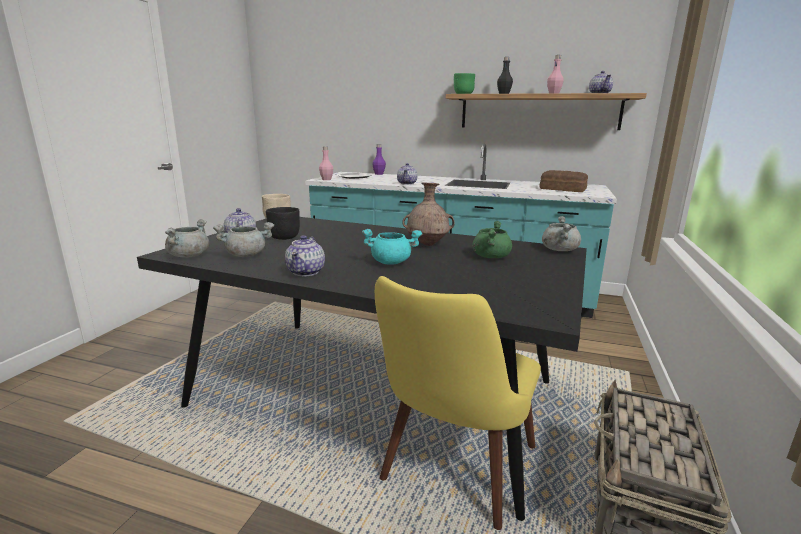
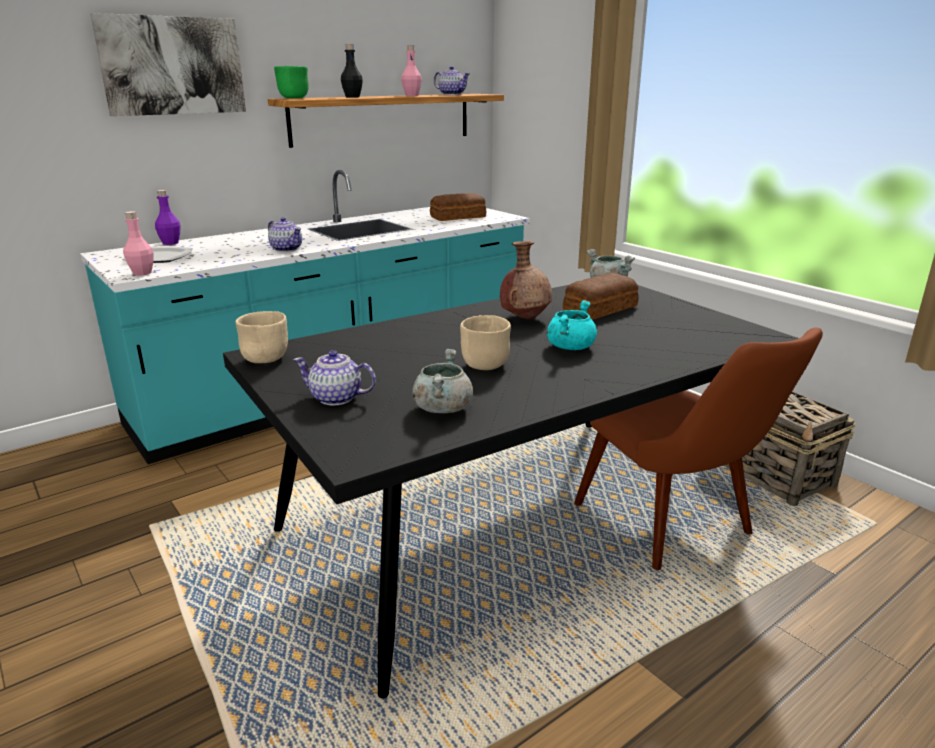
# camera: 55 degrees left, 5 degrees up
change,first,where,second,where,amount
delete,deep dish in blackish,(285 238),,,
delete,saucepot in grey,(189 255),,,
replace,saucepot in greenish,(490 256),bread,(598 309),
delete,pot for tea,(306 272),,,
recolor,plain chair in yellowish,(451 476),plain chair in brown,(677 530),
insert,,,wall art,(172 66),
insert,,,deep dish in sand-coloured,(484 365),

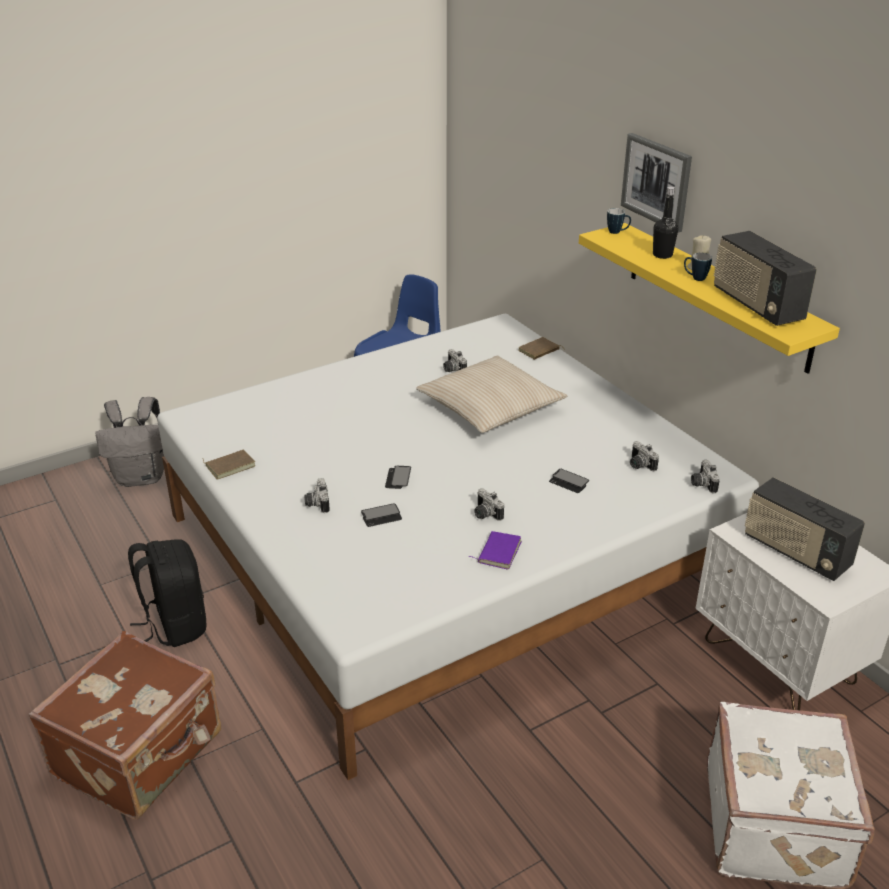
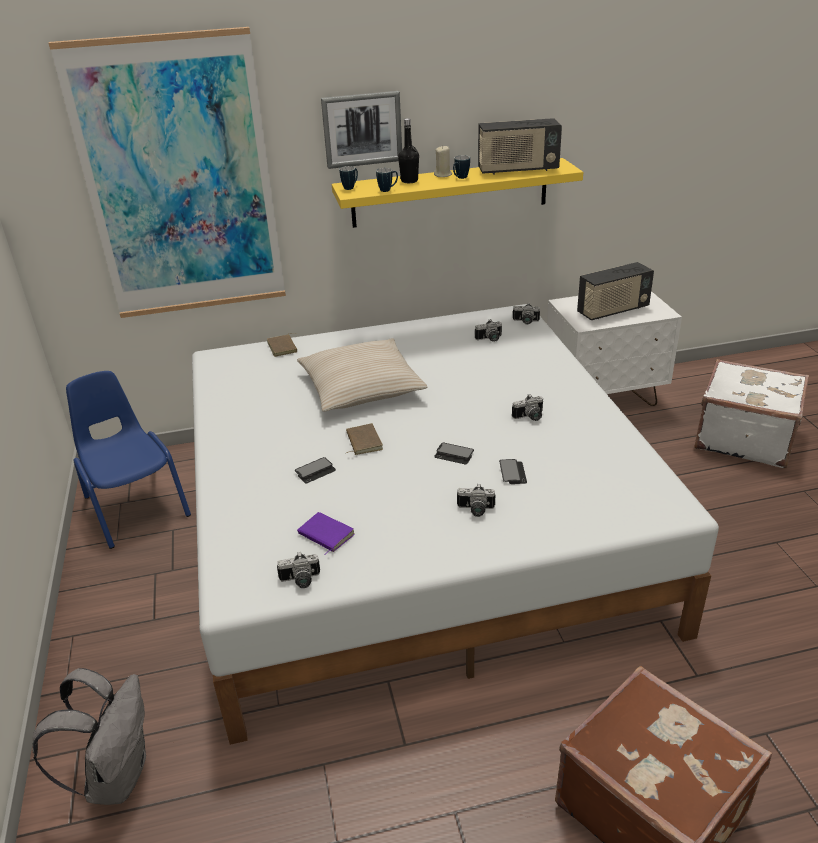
# camera: 70 degrees left, 0 degrees up
change,first,where,second,where,amount
move,photo camera,(452 369),,(300 581),
move,volume in brown,(230 465),,(362 441),
move,handset,(569 482),,(315 471),
move,volume in purple,(498 552),,(325 535),
delete,knapsack in blackish,(174 625),,,
insert,,,wall art,(180 181),
insert,,,coffee mug,(388 190),

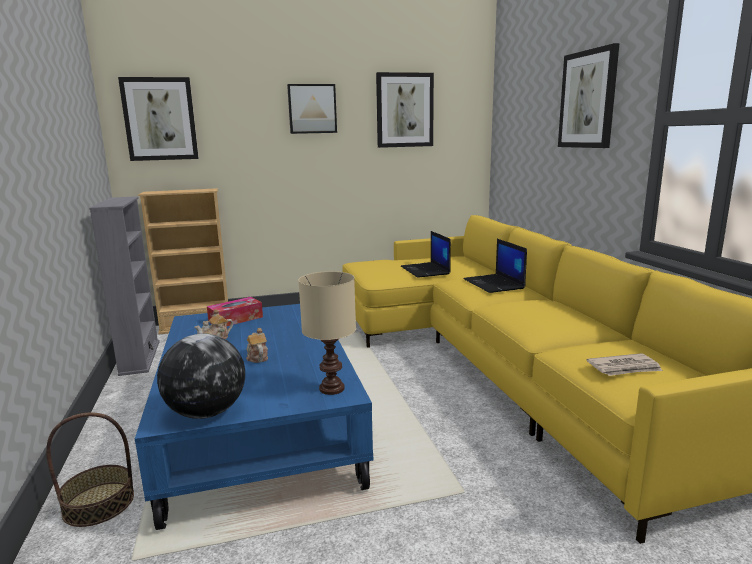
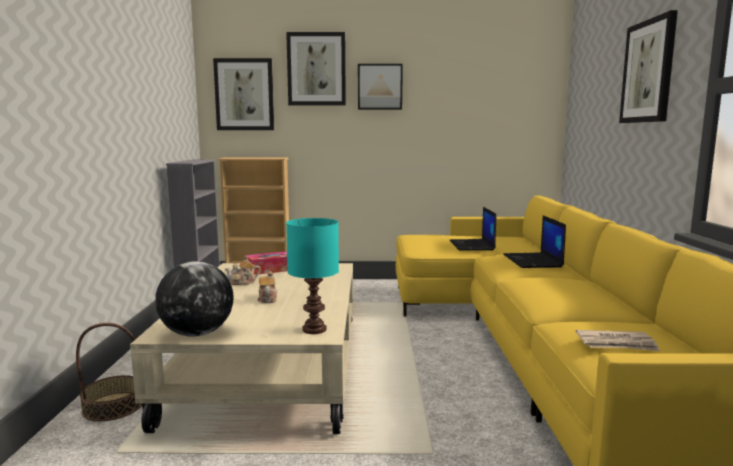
# camera: 15 degrees right, 5 degrees down
change,first,where,second,where,amount
move,wall art,(404 110),,(316 69),
recolor,lamp for a table in sand-coloured,(332 389),lamp for a table in turquoise-coloured,(314 330),
recolor,low table in bluish,(261 427),low table in sand-coloured,(272 369),

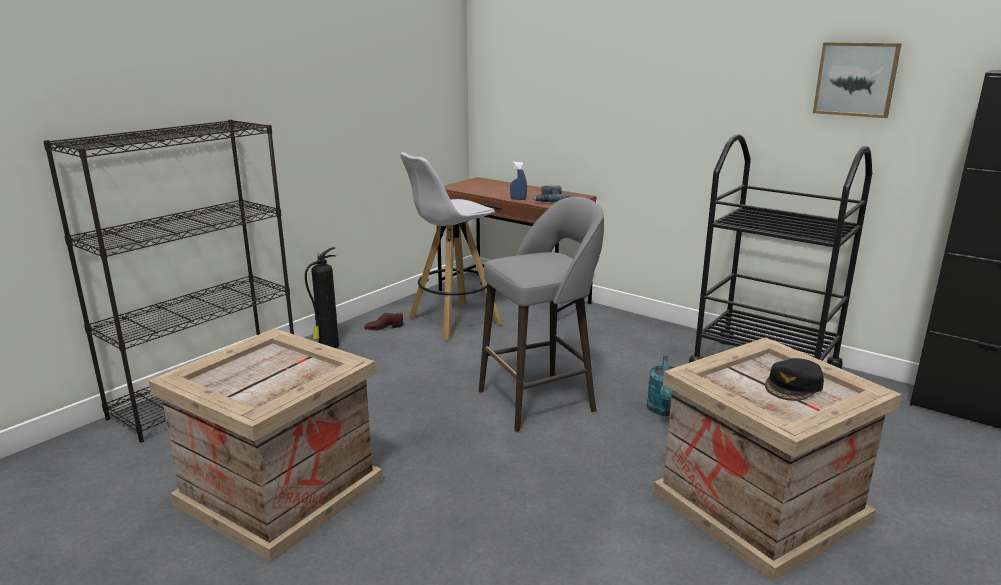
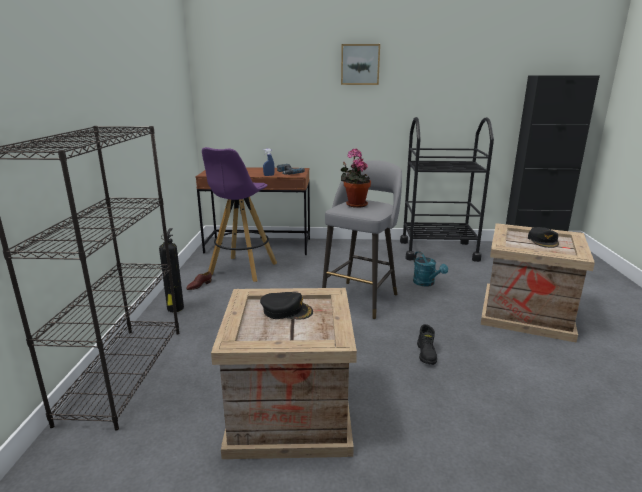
# camera: 35 degrees left, 0 degrees up
change,first,where,second,where,amount
move,wall art,(856 79),,(360 64),
recolor,sitting stool in white-coloured,(453 322),sitting stool in purple,(242 269),
insert,,,plant in a pot,(355 204),
insert,,,cap in blackish,(286 311),
insert,,,tall boot in blackish,(427 354),

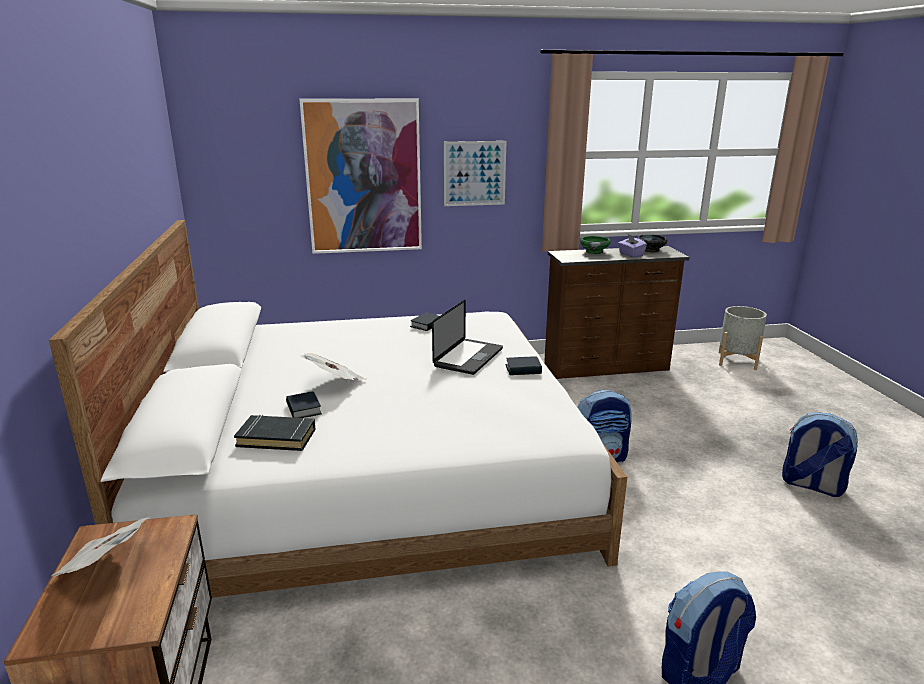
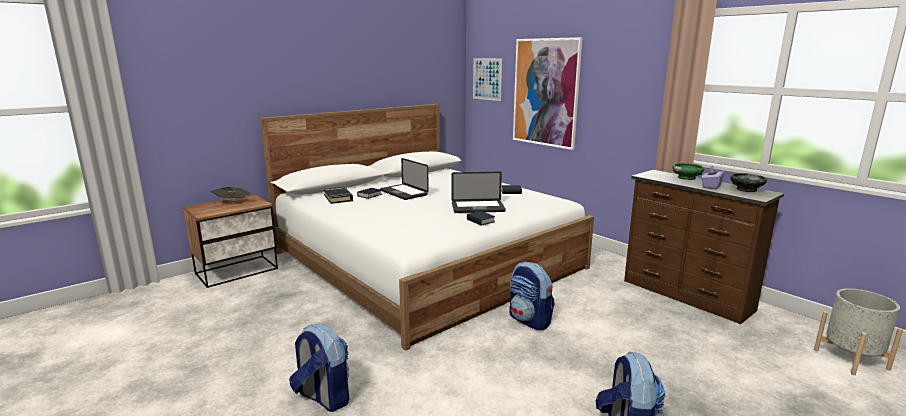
# camera: 60 degrees right, 5 degrees down
change,first,where,second,where,amount
move,wall art,(474 173),,(487 79),
replace,newspaper,(335 382),notebook computer,(403 193),

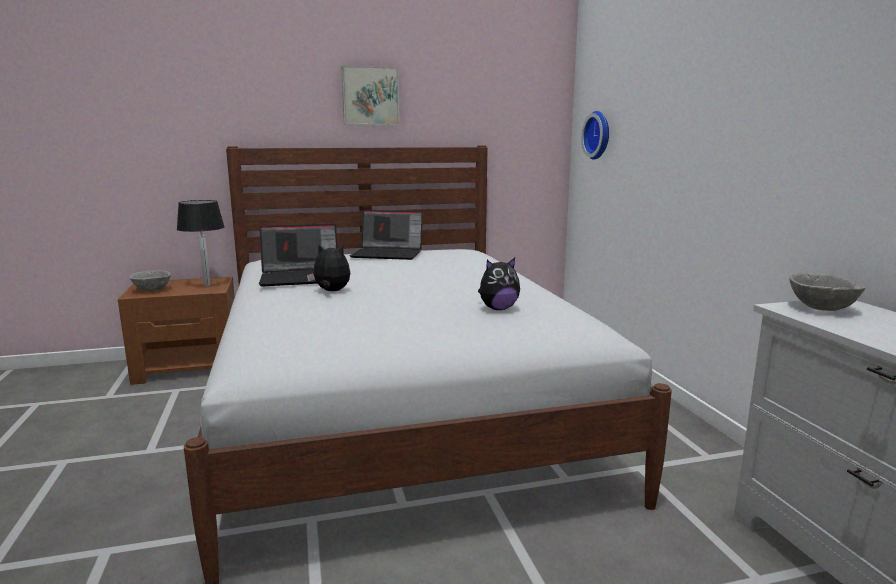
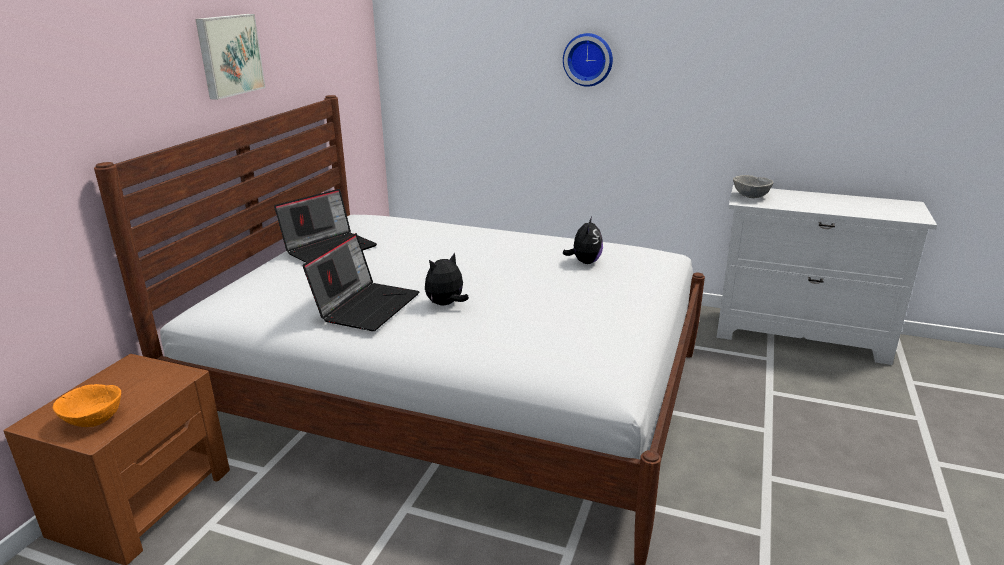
# camera: 55 degrees left, 10 degrees up
change,first,where,second,where,amount
move,clock on the wall,(599 135),,(588 59),
delete,lamp for a table,(207 285),,,
recolor,deep dish in grey,(152 290),deep dish in orangey,(93 421),

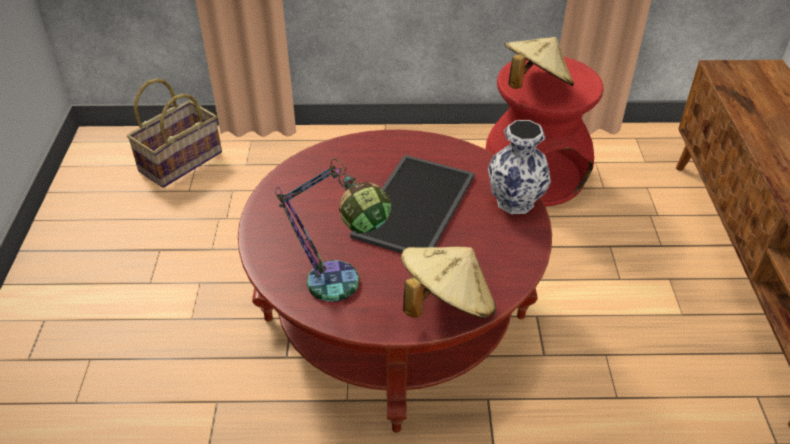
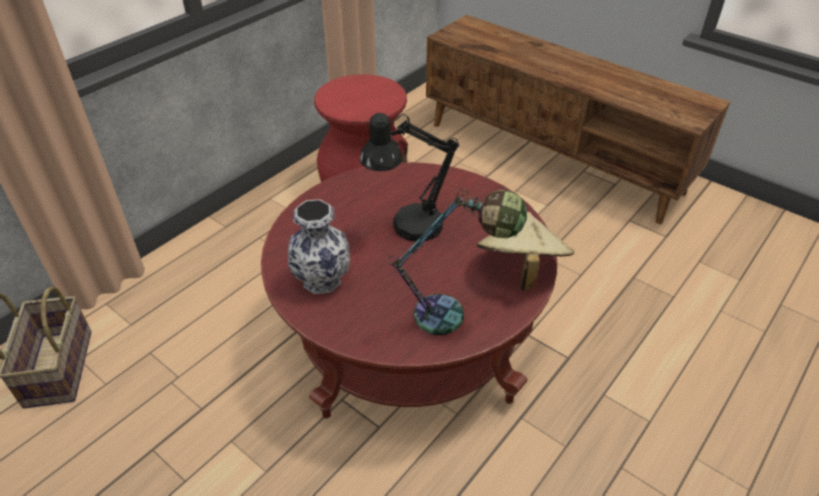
# camera: 50 degrees left, 0 degrees up
change,first,where,second,where,amount
delete,wearable hat in sand-coloured,(535 86),,,
move,vase,(514 202),,(321 281),
replace,tray,(416 207),lamp for a table in blackish,(408 228),

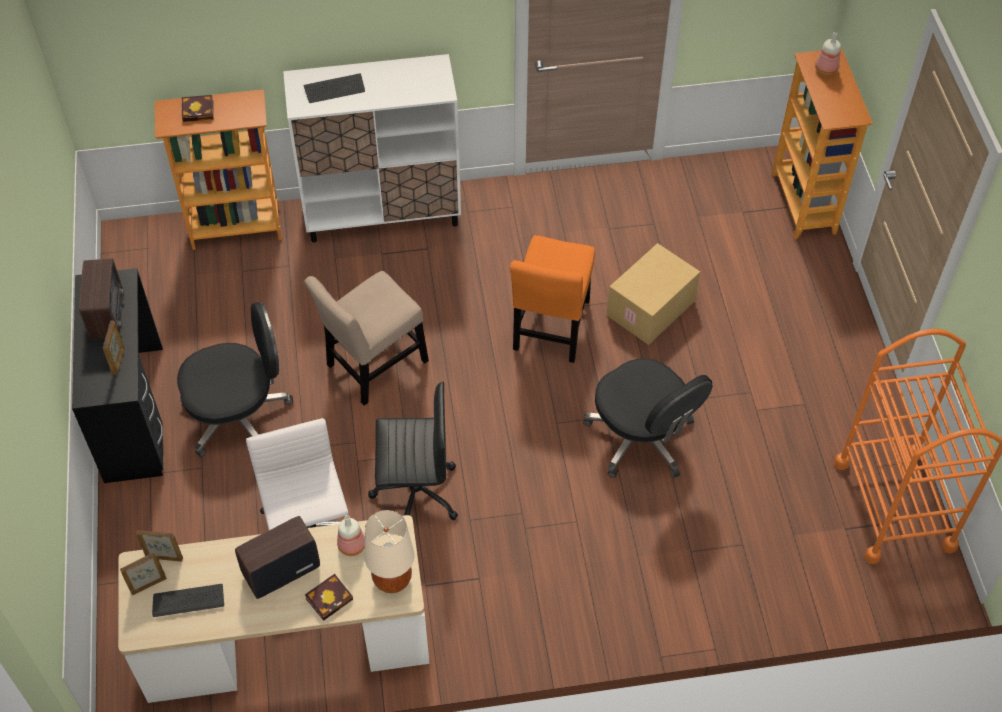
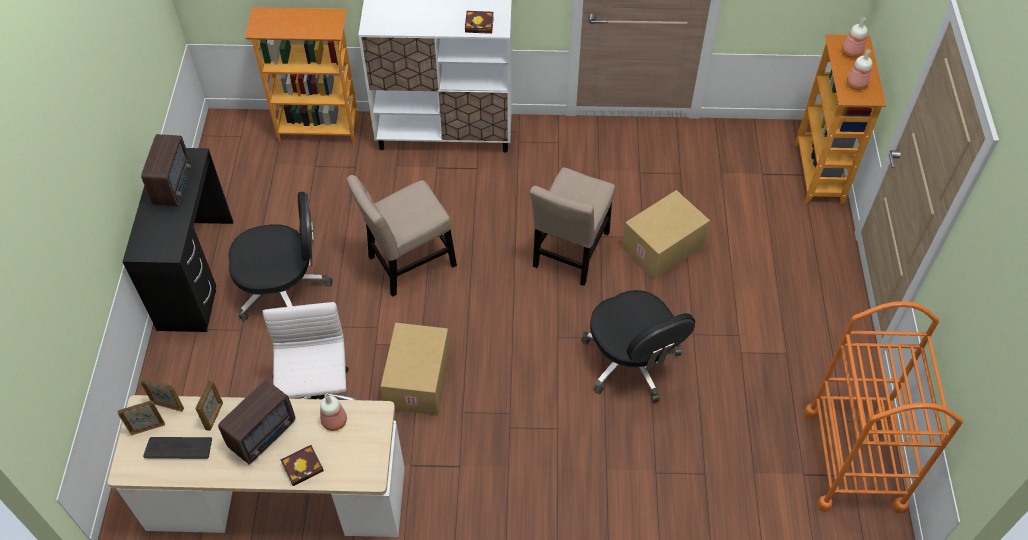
# camera: 10 degrees right, 0 degrees up
change,first,where,second,where,amount
delete,keyboard,(334 89),,,
move,volume,(200 111),,(480 25),
recolor,plain chair in orangey,(551 329),plain chair in sand-coloured,(570 253),
move,photo frame,(118 361),,(214 416),
replace,office chair in blackish,(415 493),packing box,(419 381),
delete,lamp for a table in sand-coloured,(392 580),,,
rotate,radio,(279 571),,(265 434),150 degrees clockwise
insert,,,beverage bottle,(856 83),

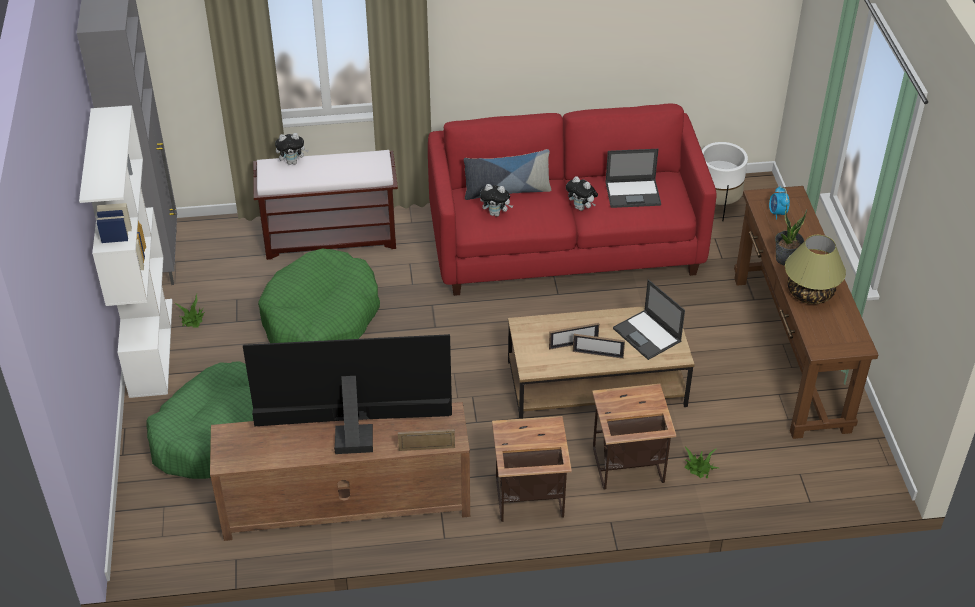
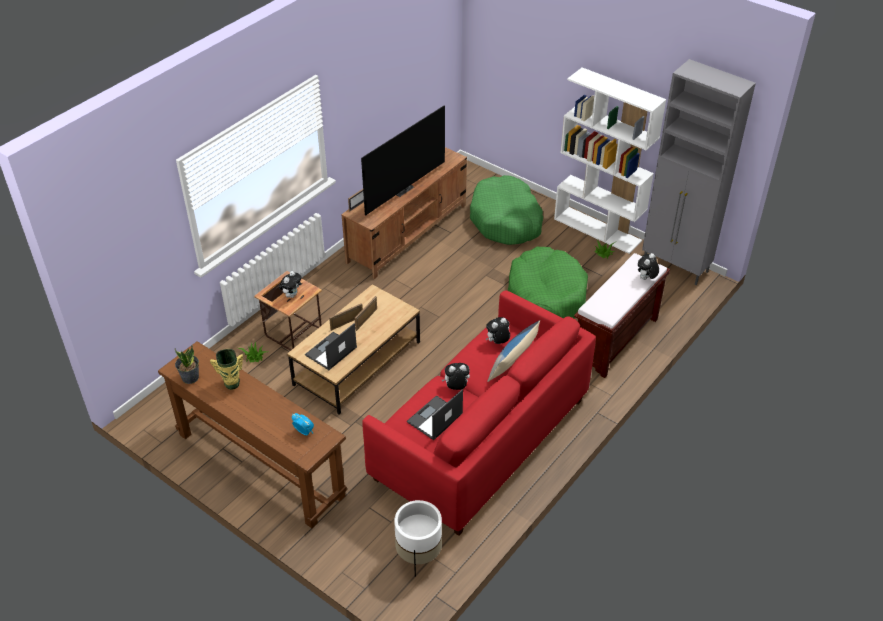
# camera: 135 degrees right, 0 degrees up
change,first,where,second,where,amount
move,plant in a pot,(786 259),,(190 377),
replace,lamp for a table,(809 293),vase,(231 383),
rotate,notebook computer,(647 335),,(330 351),60 degrees counterclockwise
delete,accent table,(527 499),,,
insert,,,plush toy,(292 295),

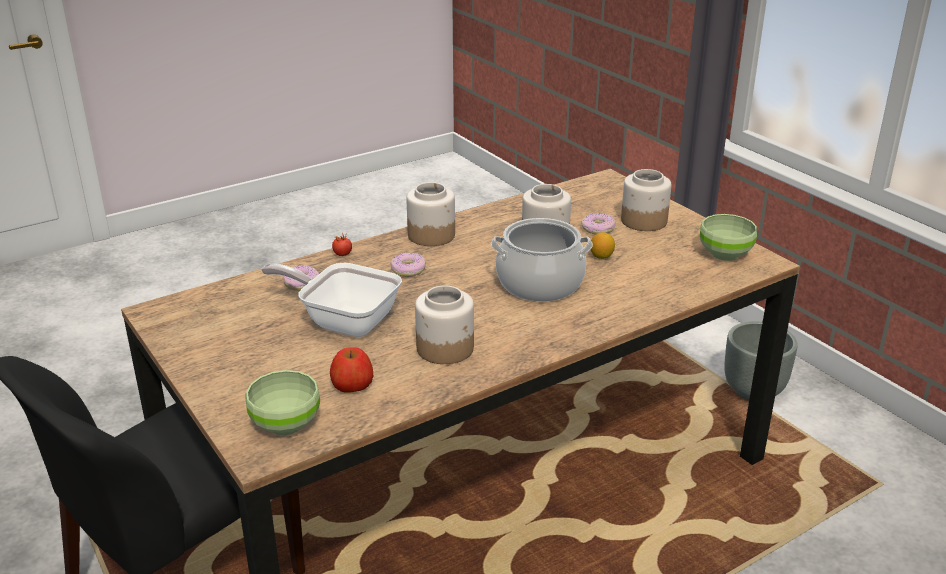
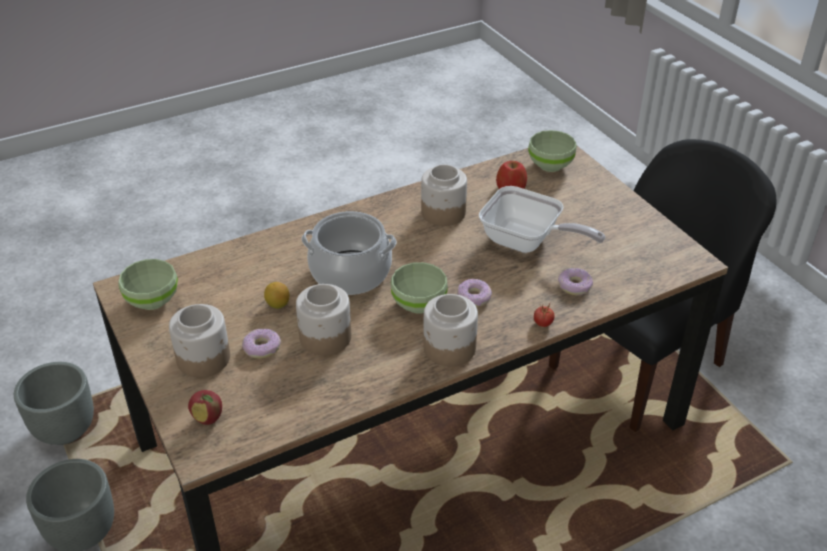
# camera: 175 degrees left, 10 degrees up
change,first,where,second,where,amount
insert,,,deep dish in greenish,(419 305),
insert,,,flower pot in grey,(65 430),
insert,,,apple,(208 418),

